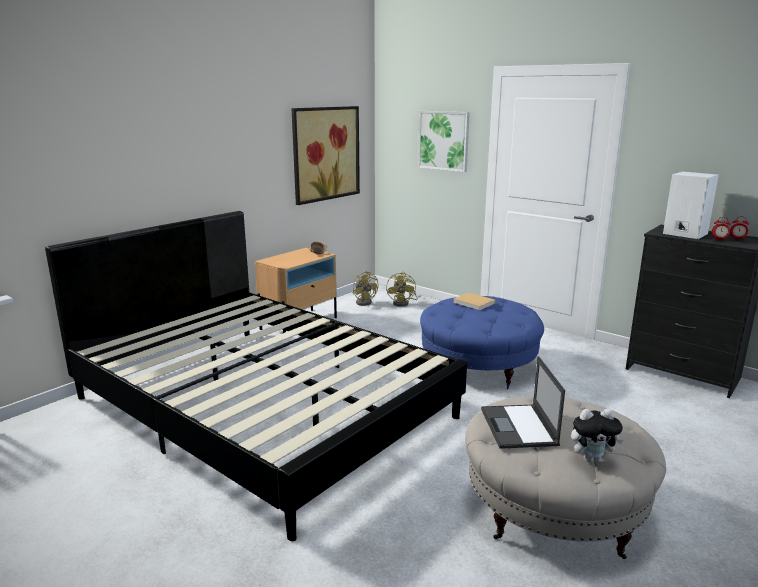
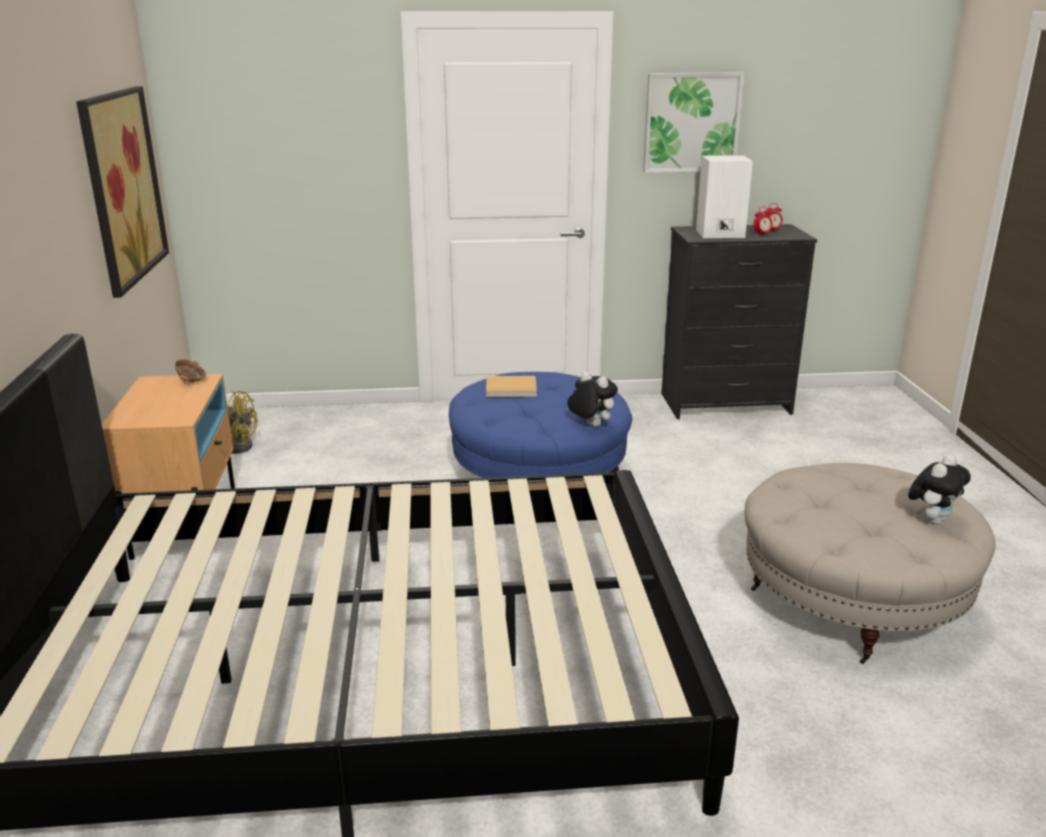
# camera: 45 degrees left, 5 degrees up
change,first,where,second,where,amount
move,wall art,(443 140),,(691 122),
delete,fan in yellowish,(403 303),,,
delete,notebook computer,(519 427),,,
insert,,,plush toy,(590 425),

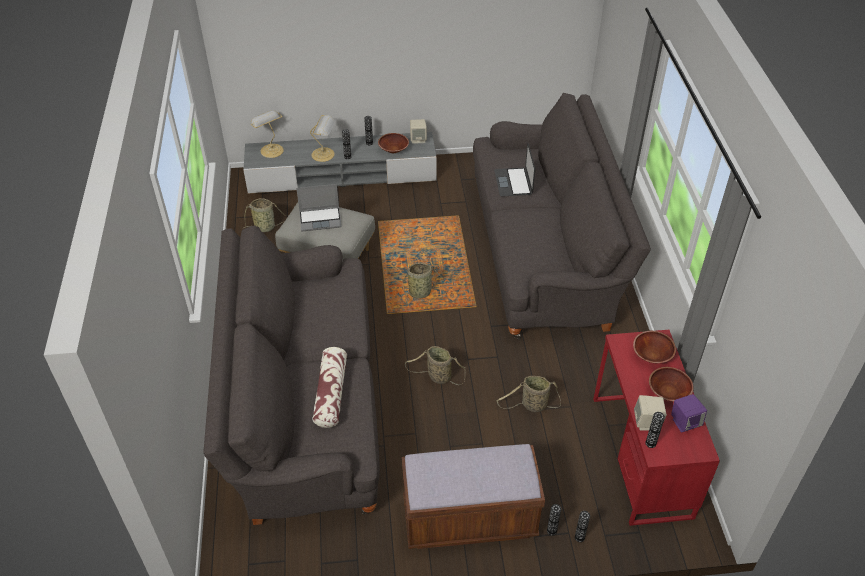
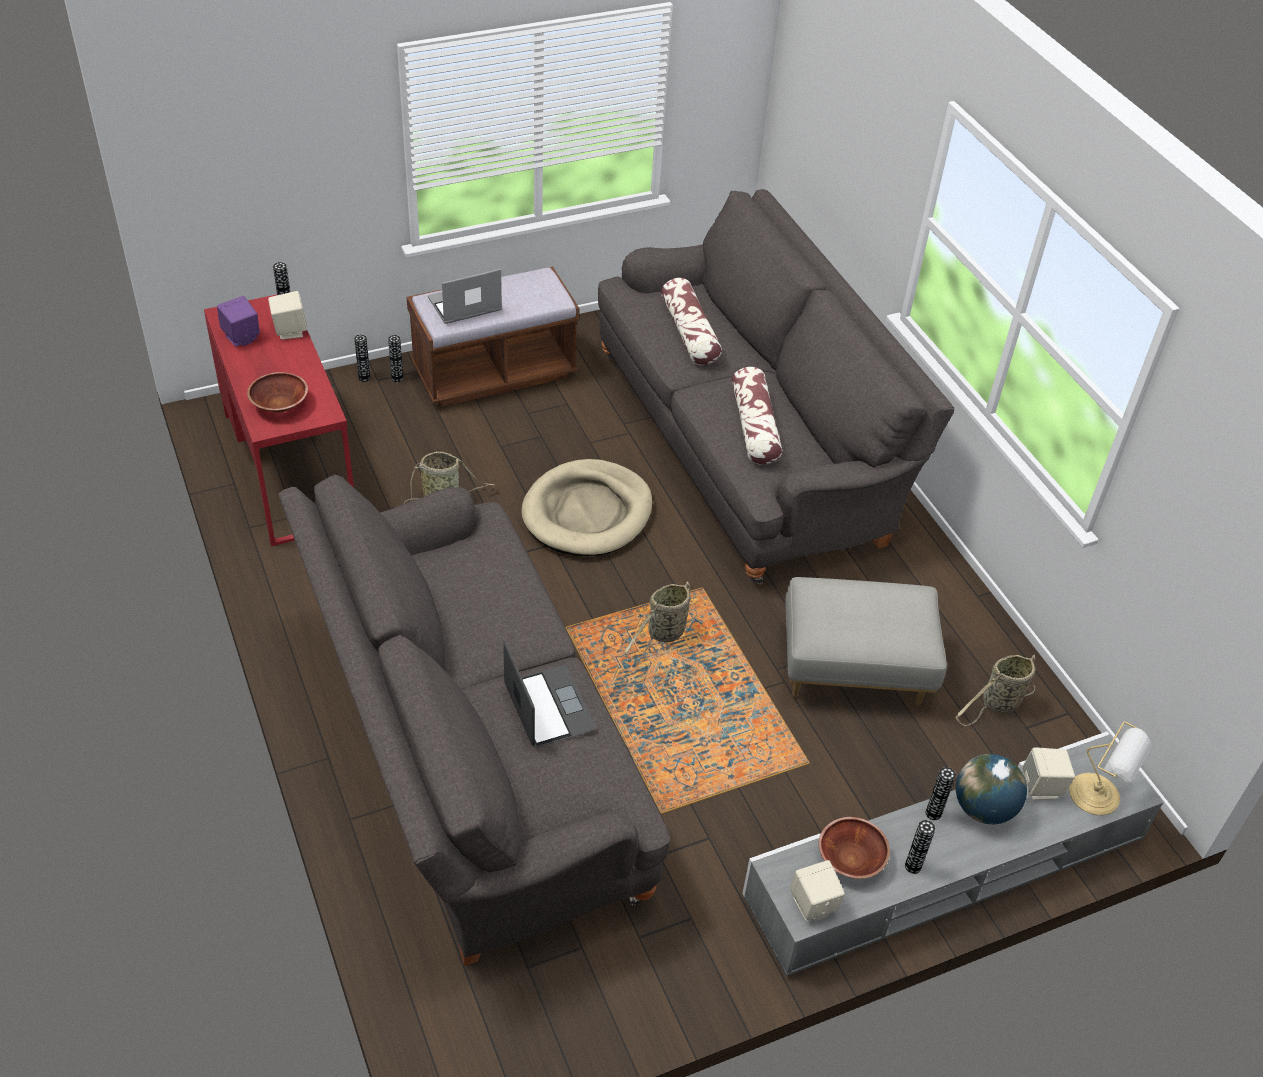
# camera: 160 degrees right, 0 degrees up
change,first,where,second,where,amount
replace,lamp for a table,(324 154),desk globe,(984 808),
move,notebook computer,(321 219),,(464 305),
replace,household basket,(437 376),pet bed in sand-coloured,(587 513),
delete,deep dish in brown,(668 392),,,
insert,,,throw pillow,(754 427),
insert,,,audio speaker in sand-coloured,(1042 787),

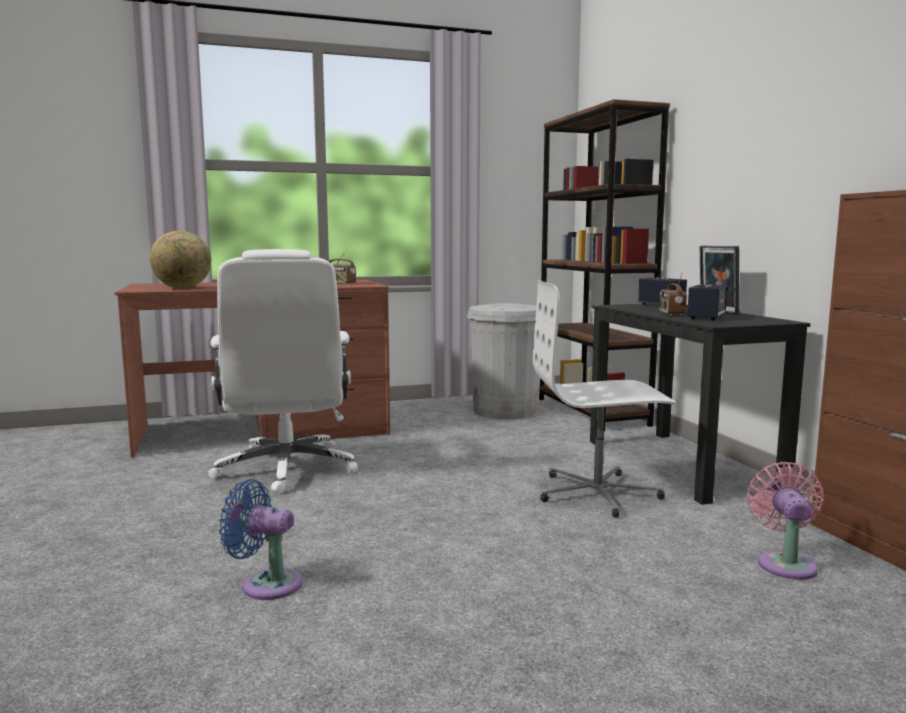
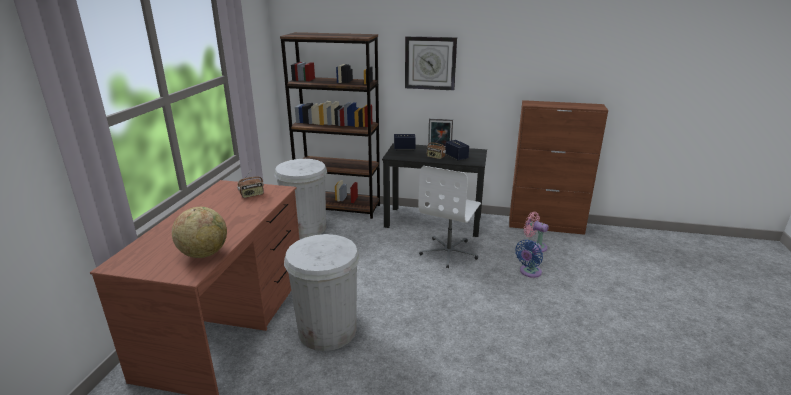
# camera: 60 degrees left, 15 degrees up
change,first,where,second,where,amount
replace,office chair in white-coloured,(286 469),waste bin in white-coloured,(327 330),
move,fan in bluish,(266 584),,(529 272),
insert,,,clock on the wall,(430 63),

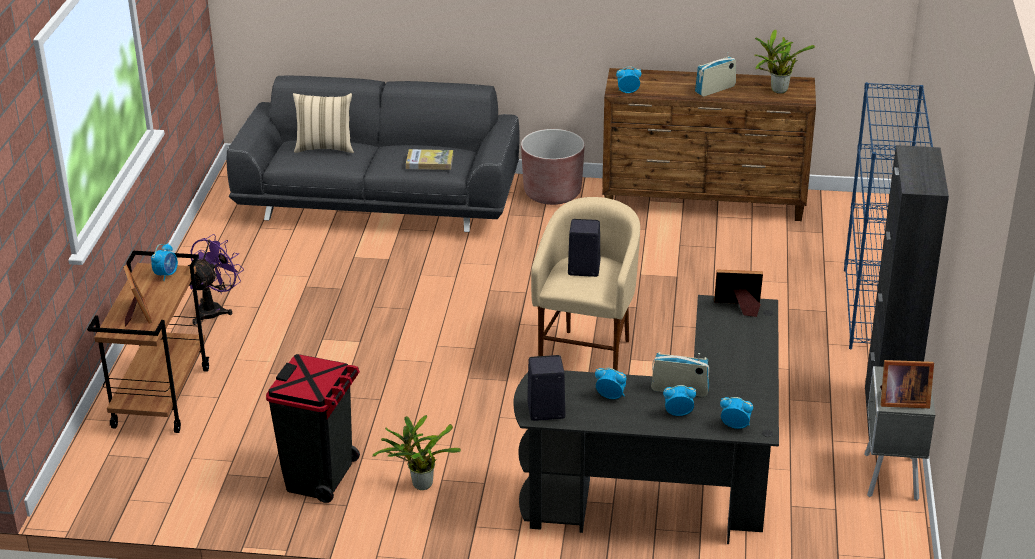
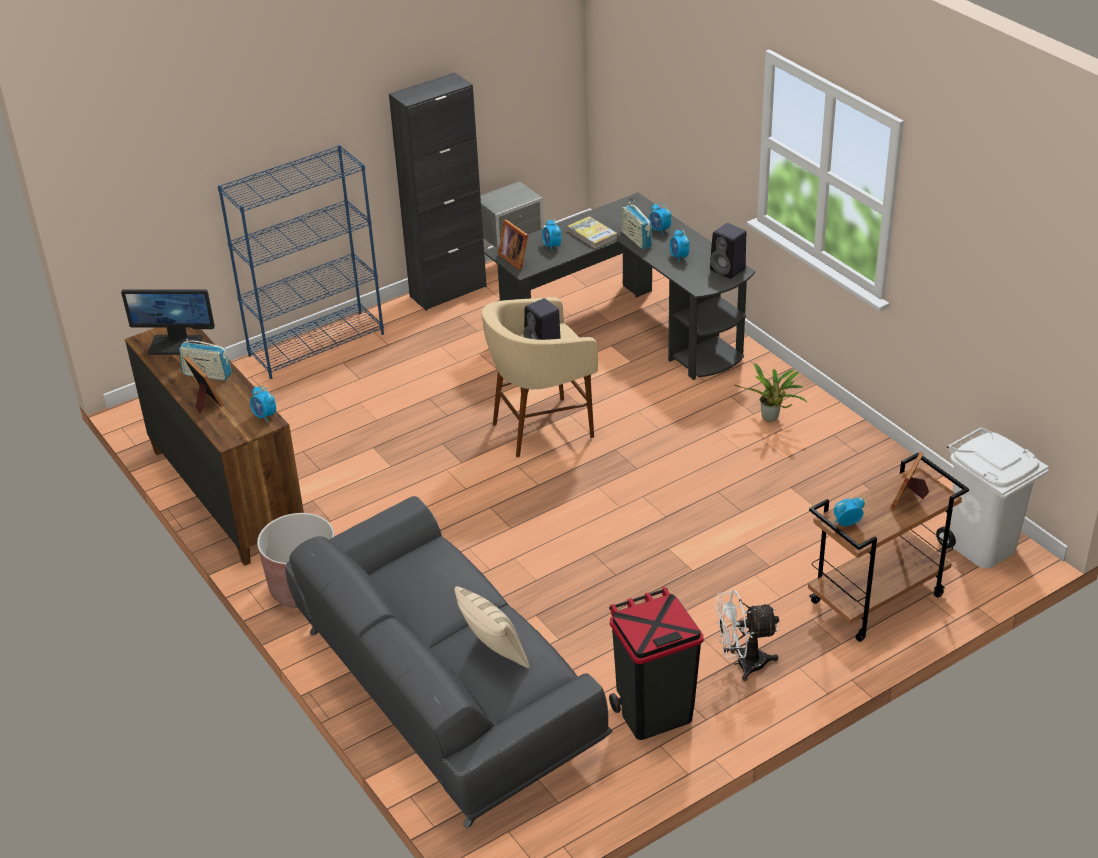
# camera: 130 degrees left, 5 degrees up
change,first,where,second,where,amount
replace,plant in a pot,(776 91),monitor,(176 344),
move,volume,(429 162),,(592 234),
recolor,fan in purple,(214 309),fan in white-coloured,(743 663),
move,waste bin in blackish,(320 477),,(654 713),
move,photo frame,(901 400),,(204 400),
move,table clock,(735 425),,(552 246),
insert,,,waste bin in white-coloured,(981 546),

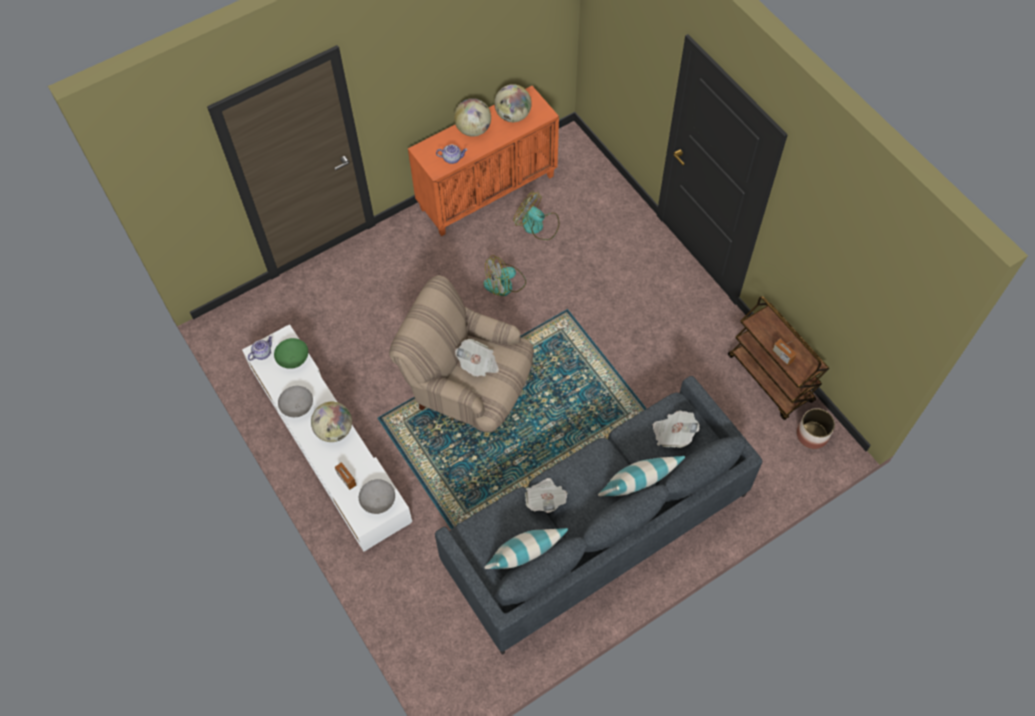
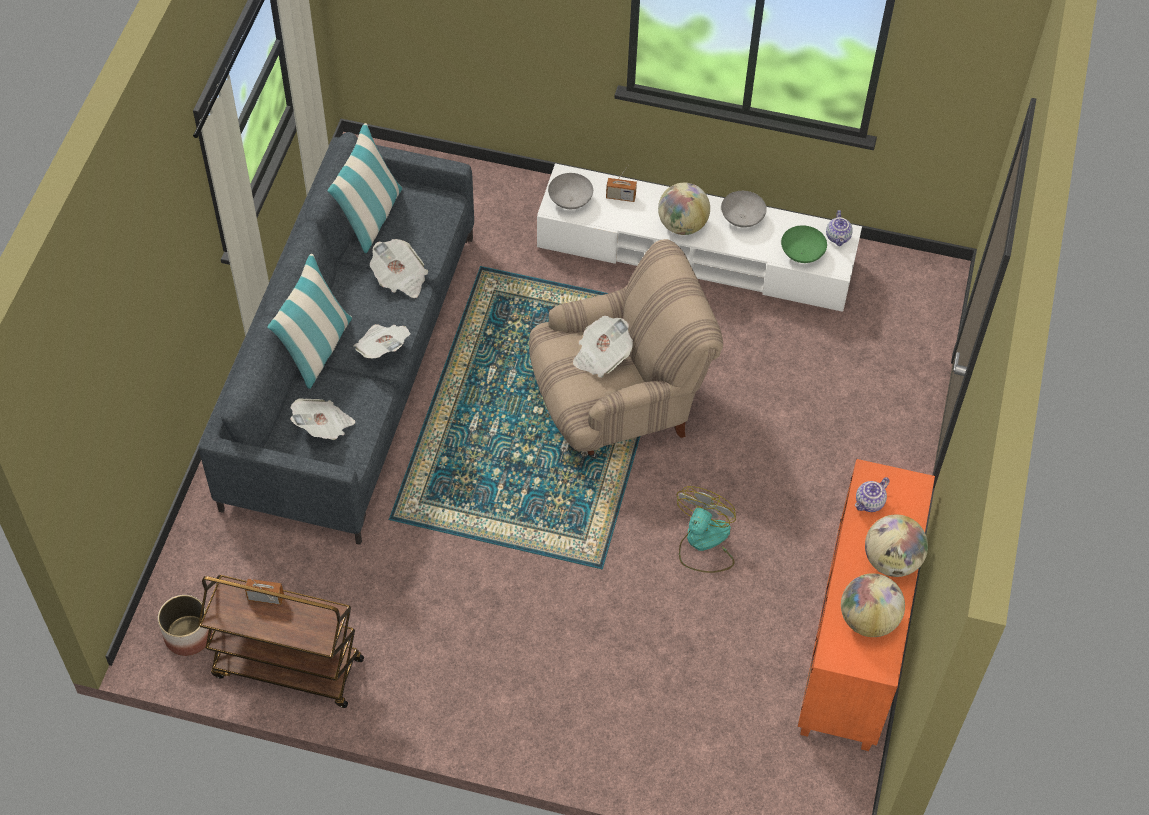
# camera: 135 degrees right, 5 degrees down
change,first,where,second,where,amount
delete,fan,(537 226),,,
insert,,,newspaper,(382 348),

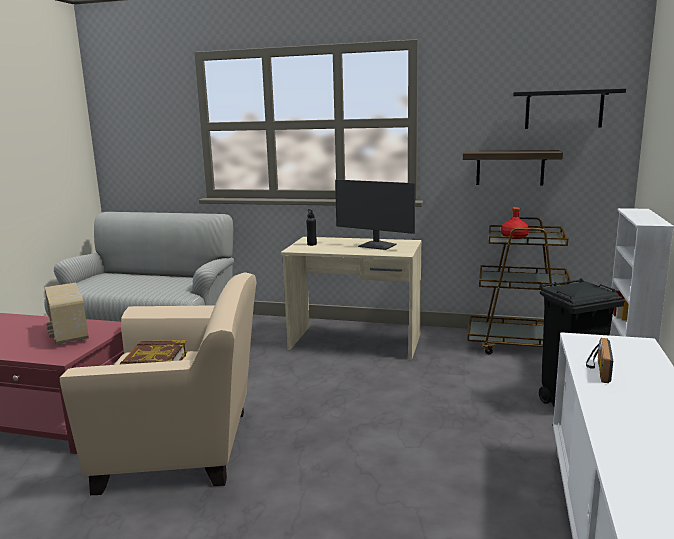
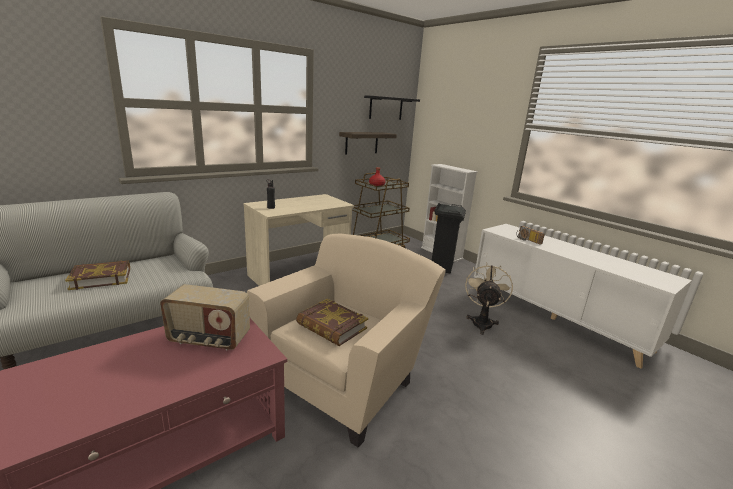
# camera: 55 degrees left, 5 degrees up
change,first,where,second,where,amount
delete,monitor,(377 246),,,
insert,,,volume,(101 278),
insert,,,fan in sand-coloured,(482 322),

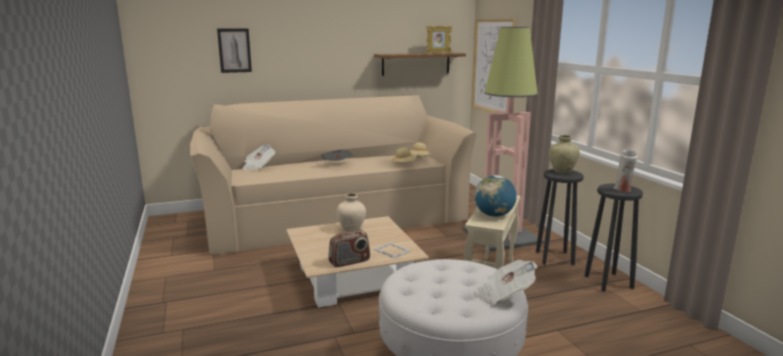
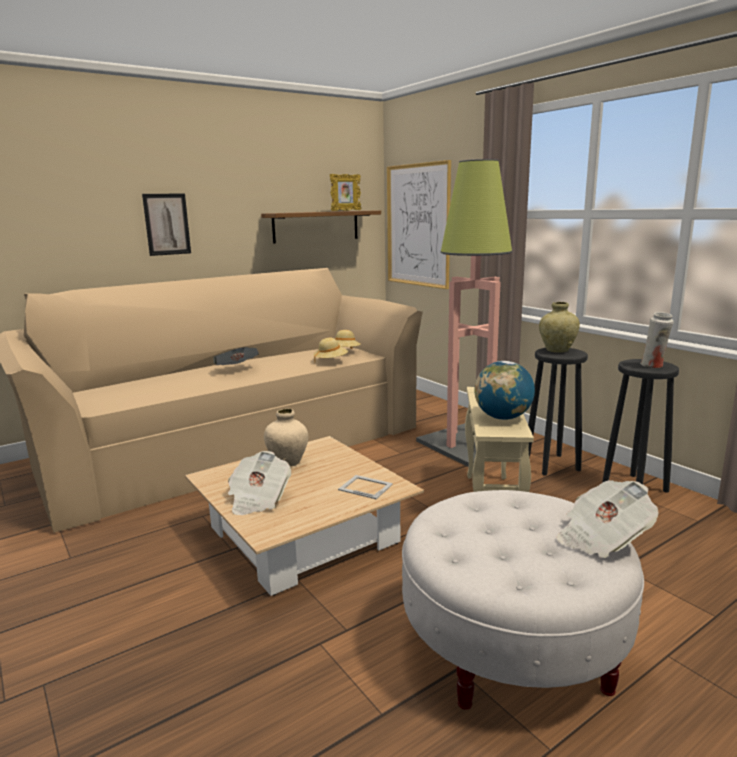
# camera: 15 degrees left, 0 degrees up
change,first,where,second,where,amount
move,wall art,(234 50),,(167 224),
move,newspaper,(258 166),,(258 499),
delete,radio,(349 262),,,

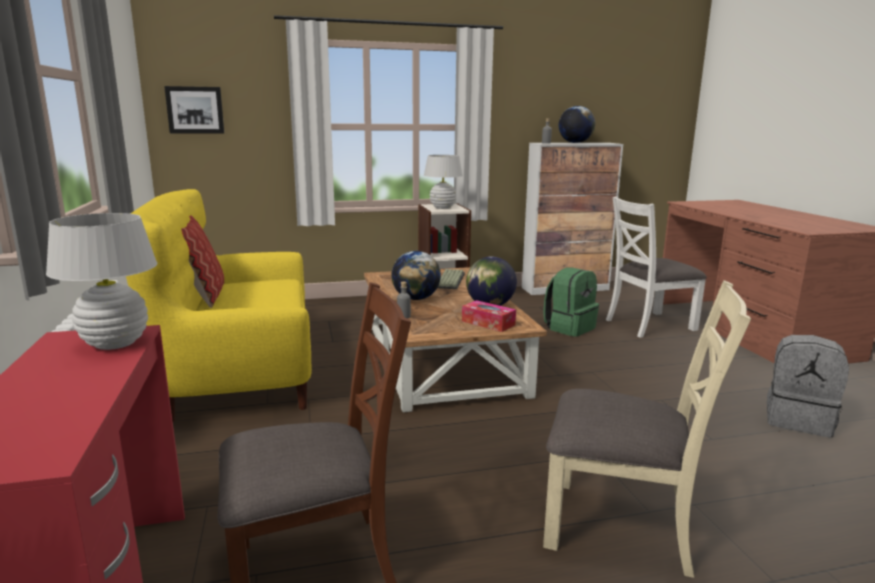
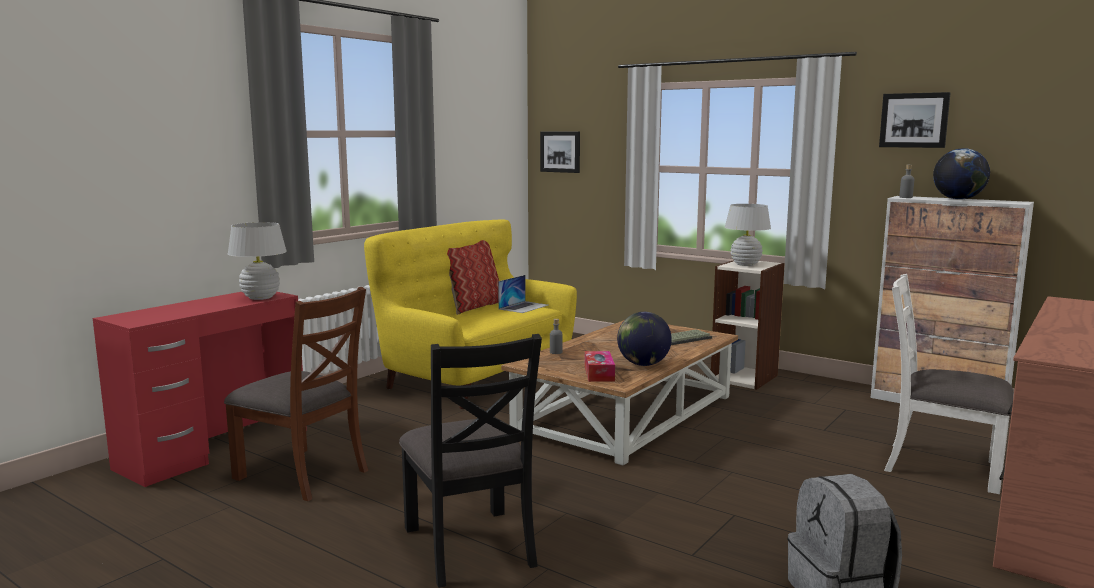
# camera: 50 degrees right, 5 degrees down
change,first,where,second,where,amount
delete,desk globe,(416 298),,,
delete,knapsack in greenish,(569 328),,,
recolor,plain chair in sand-coloured,(620 525),plain chair in blackish,(470 546),
insert,,,wall art,(914 120),
insert,,,notebook computer,(523 307),

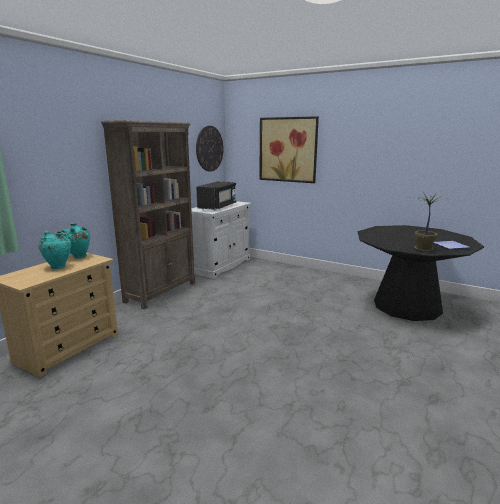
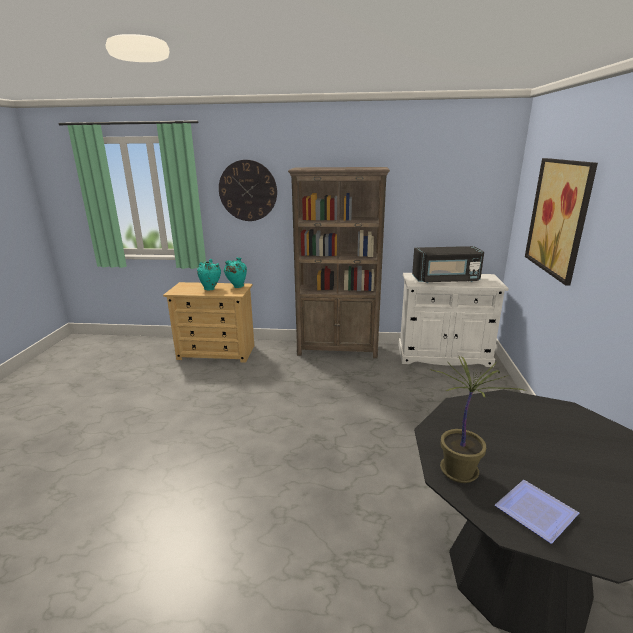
# camera: 65 degrees right, 5 degrees up
change,first,where,second,where,amount
move,clock on the wall,(209 148),,(248 191),

